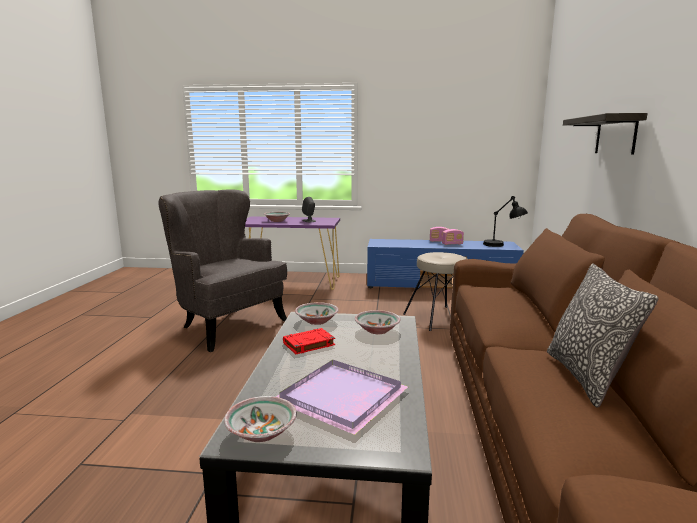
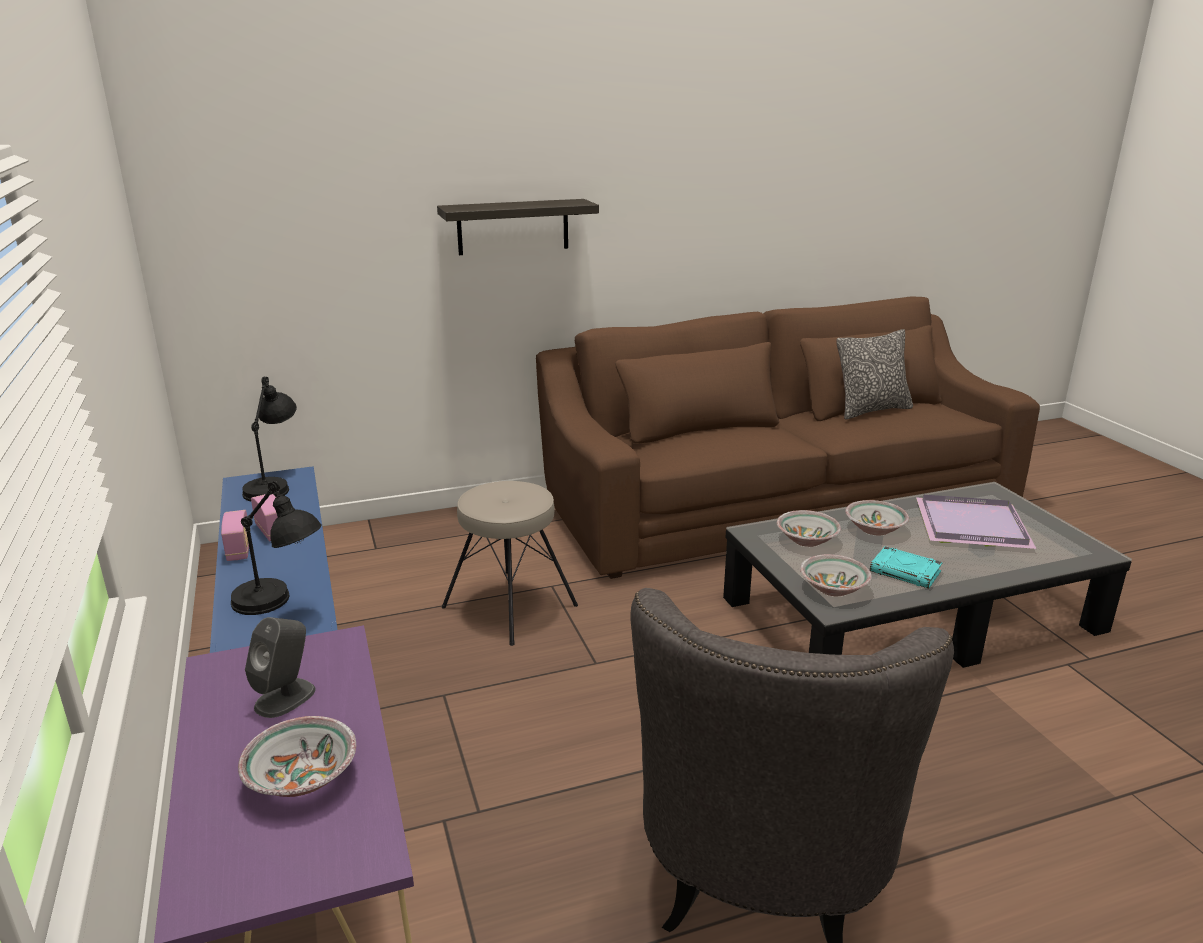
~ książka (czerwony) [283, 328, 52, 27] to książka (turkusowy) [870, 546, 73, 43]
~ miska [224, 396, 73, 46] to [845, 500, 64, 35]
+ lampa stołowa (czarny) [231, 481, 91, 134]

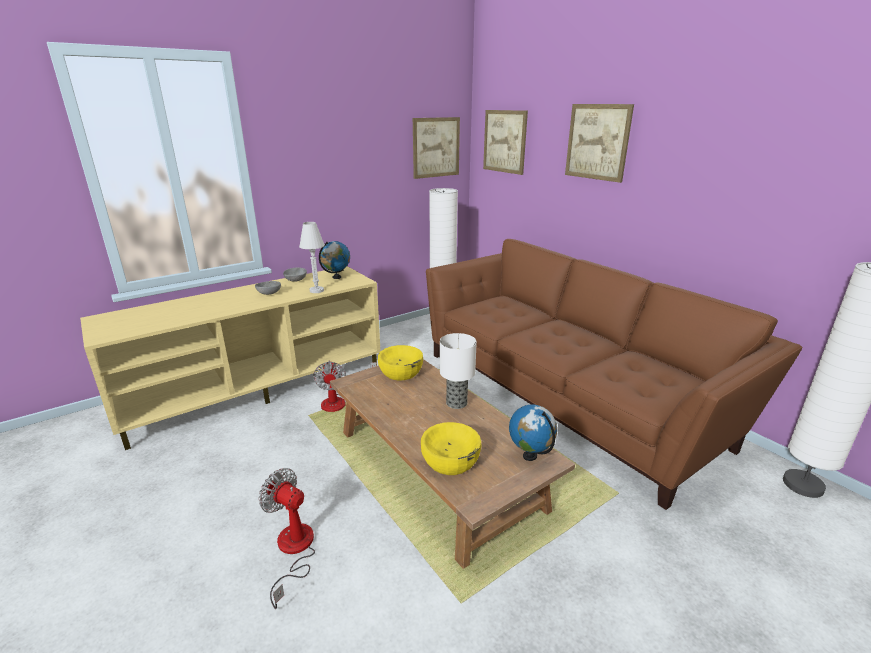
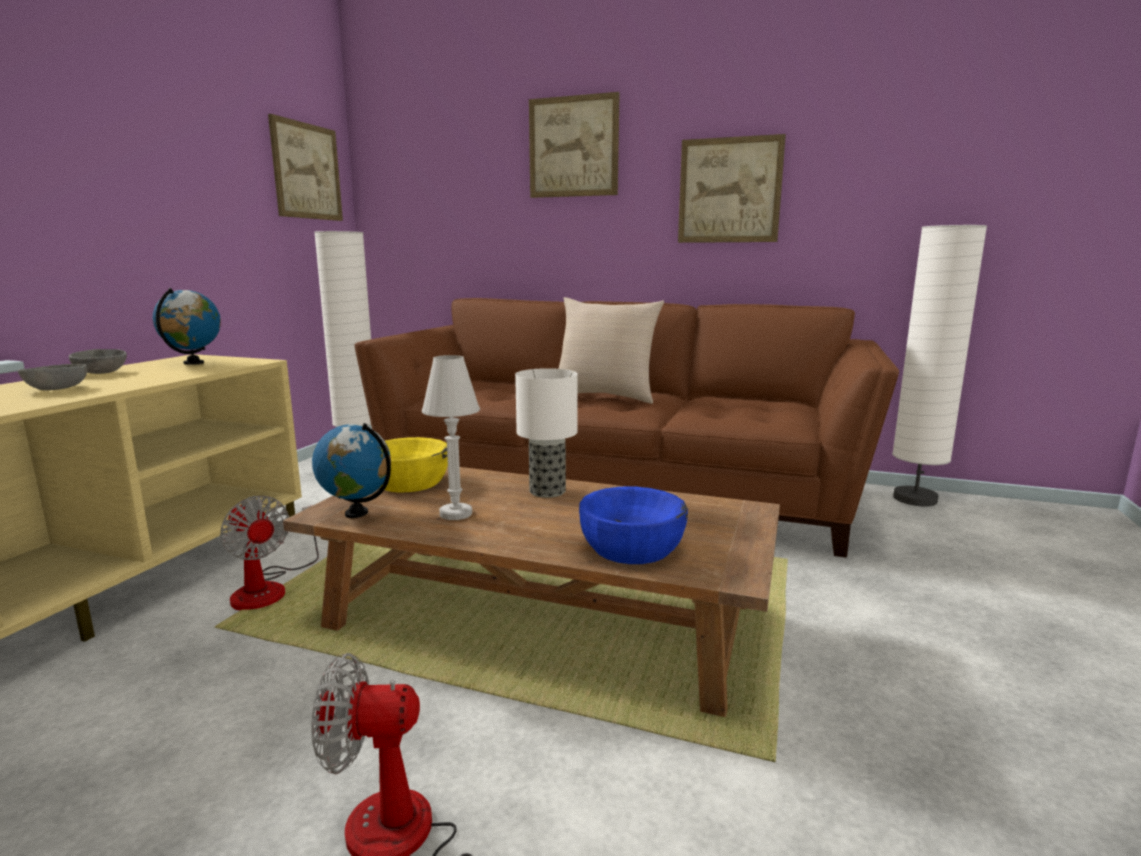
~ obraz [483, 110, 45, 65] to [678, 134, 108, 109]
~ lampa stołowa (biały) [299, 222, 26, 71] to [422, 355, 58, 165]
~ globus [509, 404, 48, 57] to [312, 423, 79, 95]
~ miska (żółty) [421, 422, 60, 53] to miska (niebieski) [579, 487, 109, 77]
+ poduszka (beżowy) [559, 297, 105, 107]

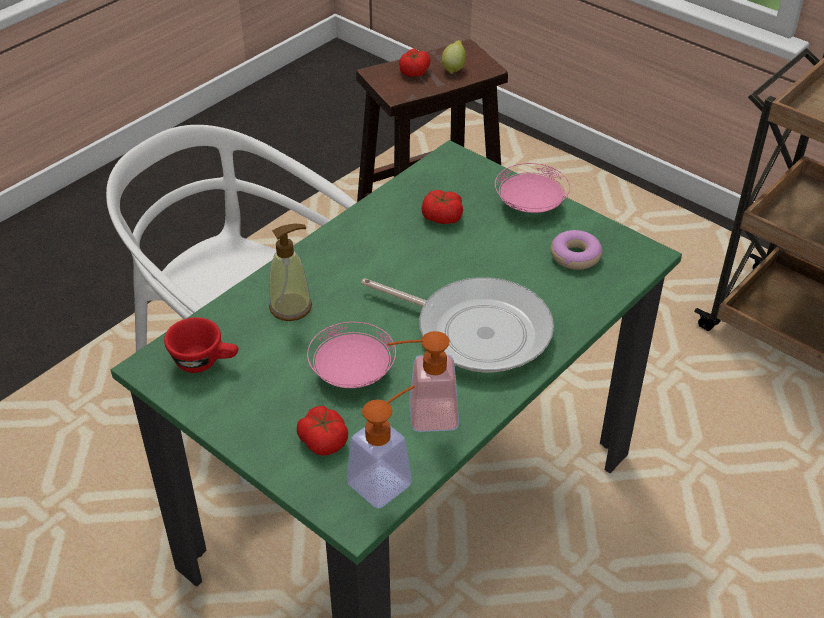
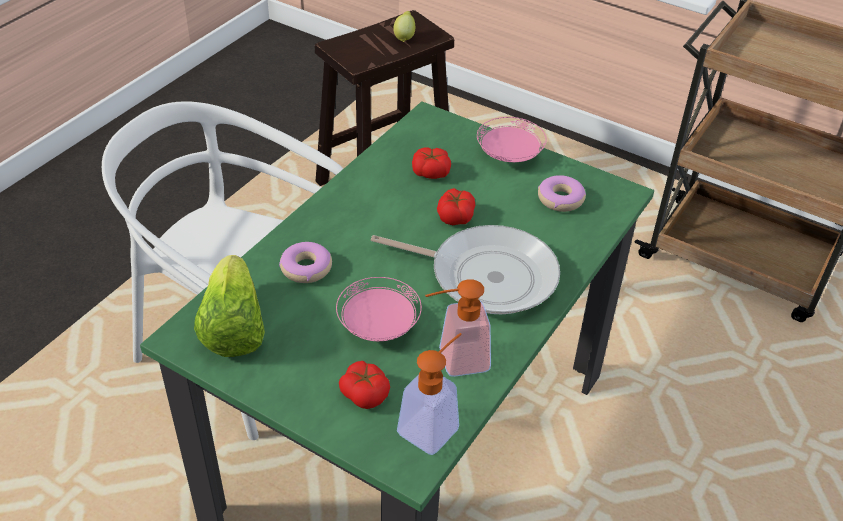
~ pomidor [399, 48, 32, 29] to [437, 188, 38, 37]
~ dozownik mydła [269, 223, 43, 98] to donut [279, 242, 53, 41]
~ filiżanka (czerwony) [164, 317, 74, 56] to sałata [194, 255, 71, 102]

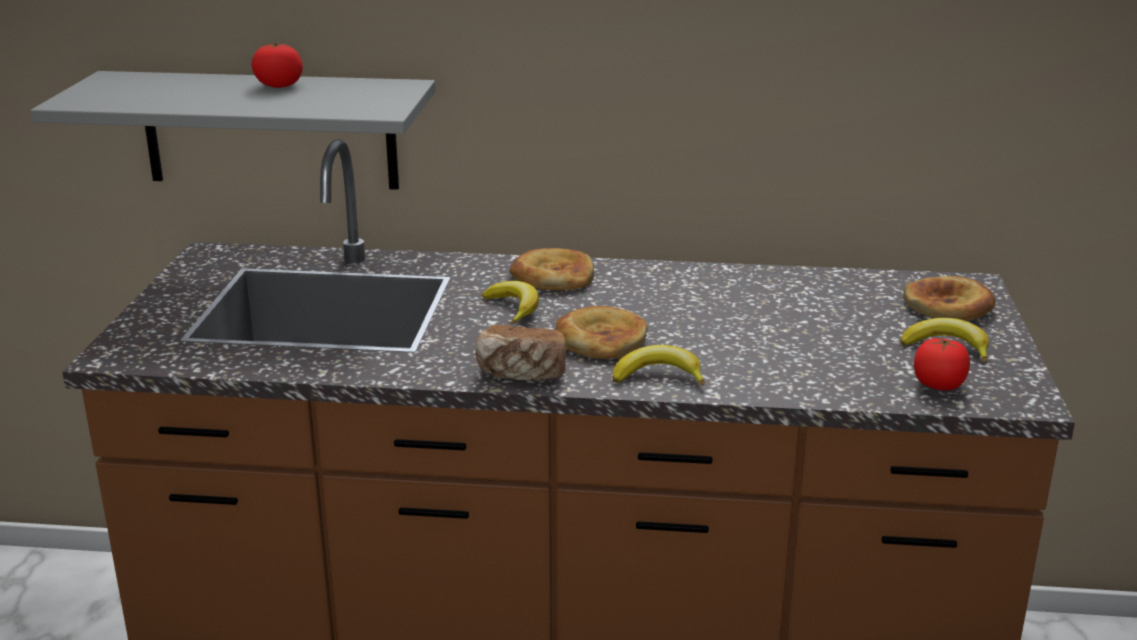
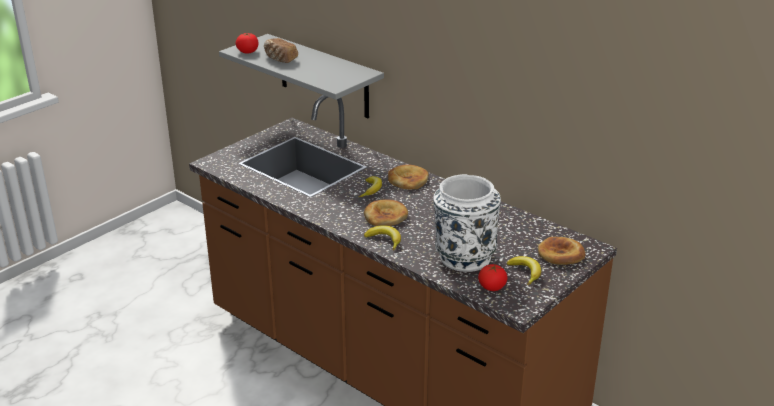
~ pomidor [252, 43, 51, 45] to [236, 33, 23, 20]
~ chleb [475, 325, 91, 55] to [264, 38, 34, 25]
+ wazon (biały) [433, 174, 68, 98]

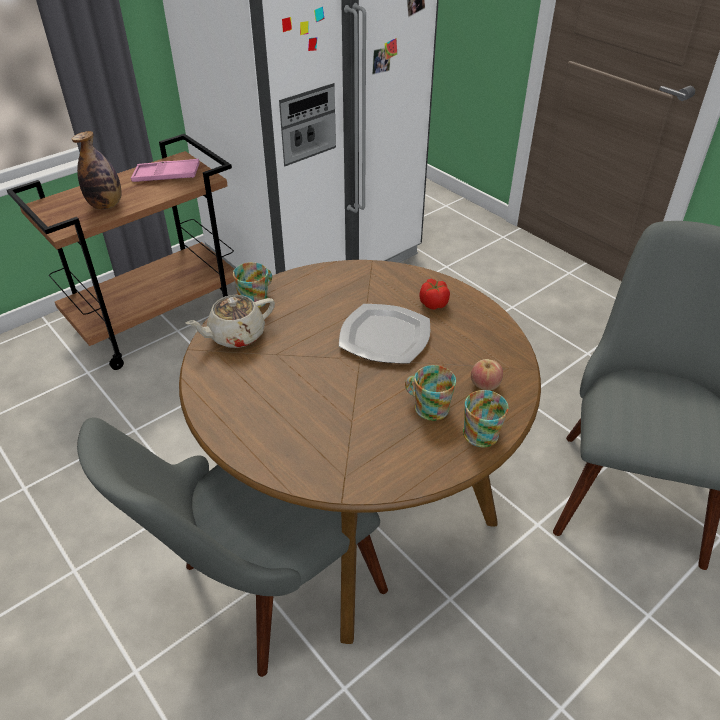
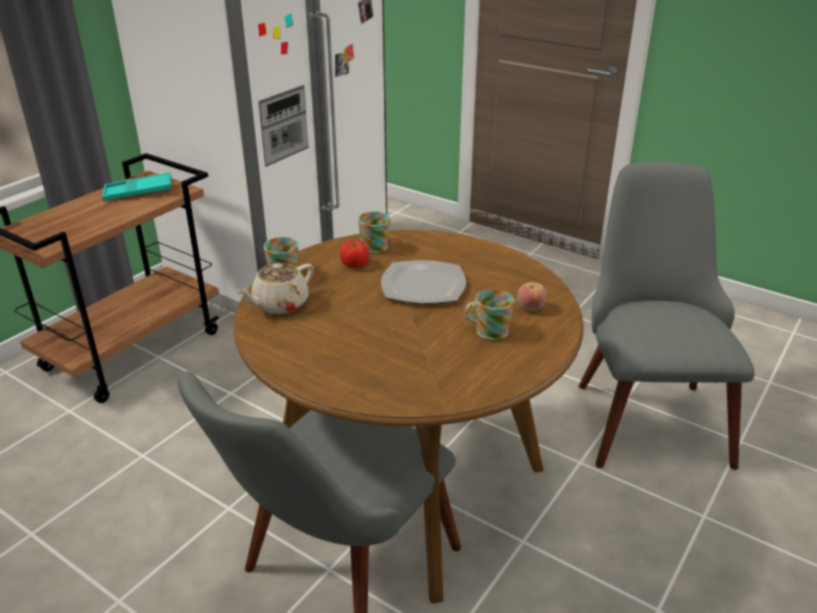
- butelka [72, 131, 50, 79]
~ taca (różowy) [131, 159, 69, 23] to taca (turkusowy) [102, 172, 69, 29]
~ pomidor [419, 279, 31, 31] to [340, 240, 29, 28]
~ kubek [463, 390, 46, 57] to [358, 212, 33, 42]

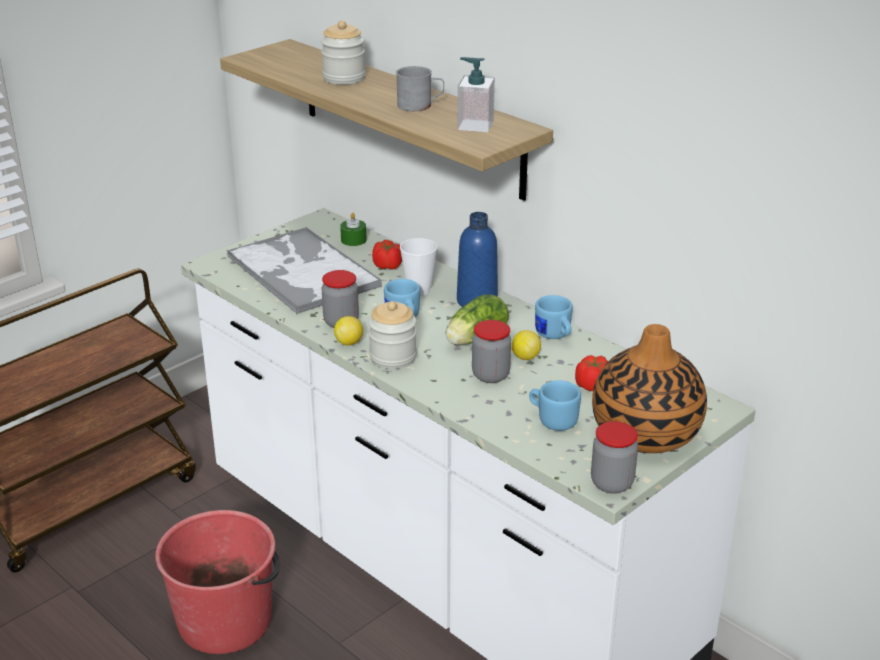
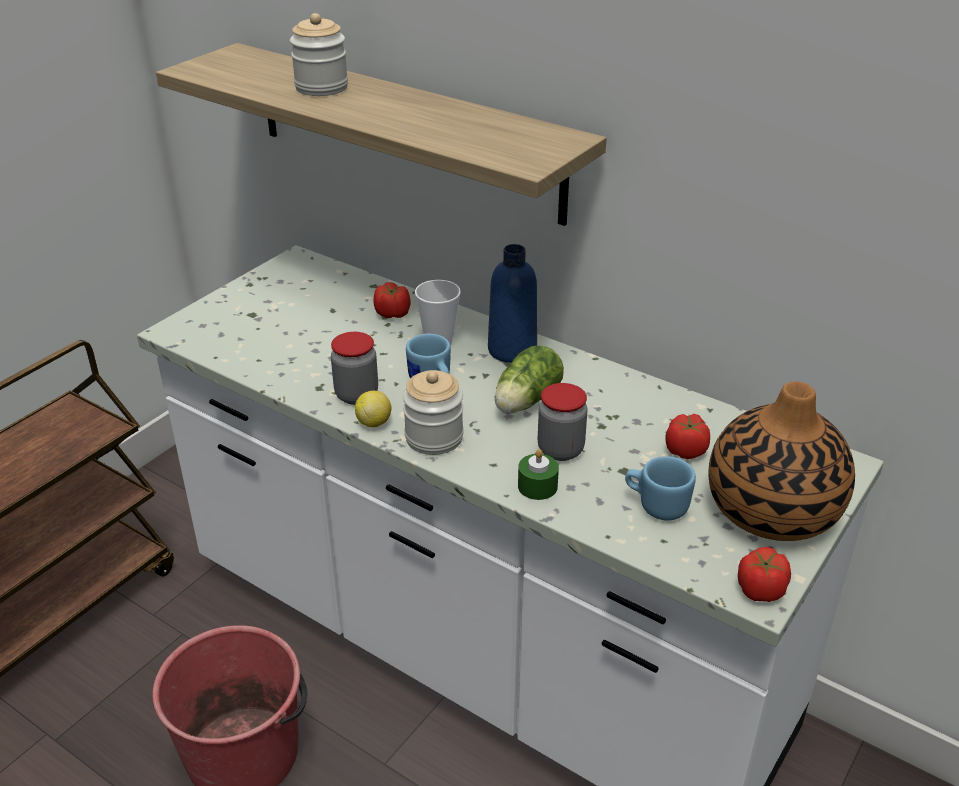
- dozownik mydła [458, 57, 37, 75]
- kubek (szary) [396, 66, 48, 45]
~ świeca (zielony) [340, 213, 27, 33] to [518, 449, 41, 51]
- taca [226, 227, 156, 87]
- kubek (niebieski) [535, 295, 38, 44]
- cytryna [511, 330, 30, 30]
~ słoik [591, 421, 47, 73] to pomidor [738, 547, 53, 55]

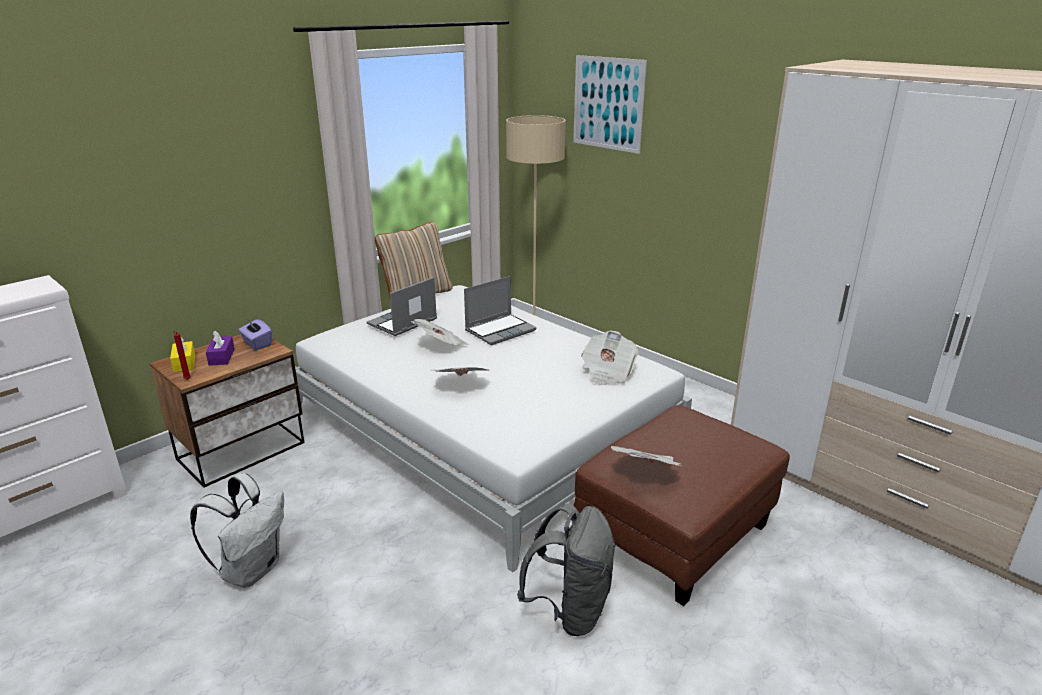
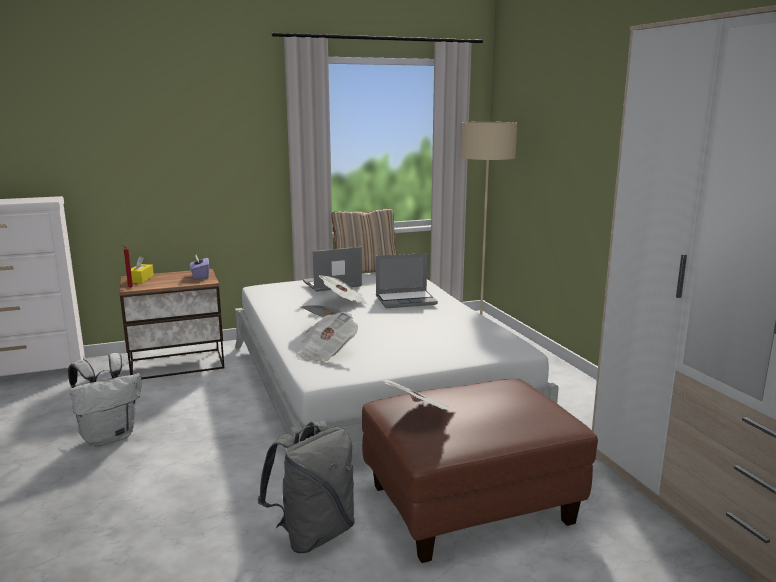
- obraz [573, 55, 74, 99]
- pudełko chusteczek (fioletowy) [206, 331, 29, 35]
~ gazeta [581, 331, 58, 55] to [296, 312, 62, 49]

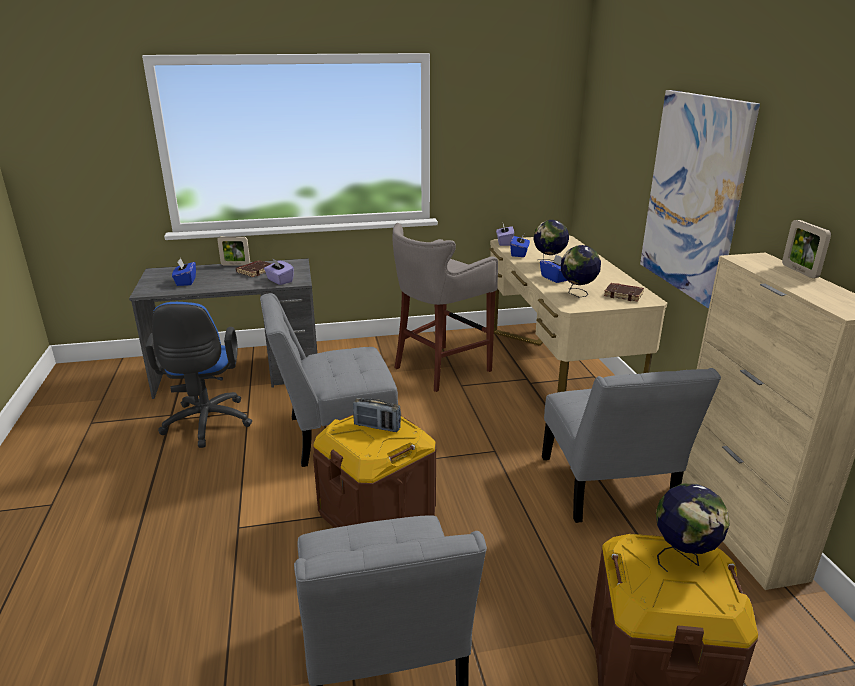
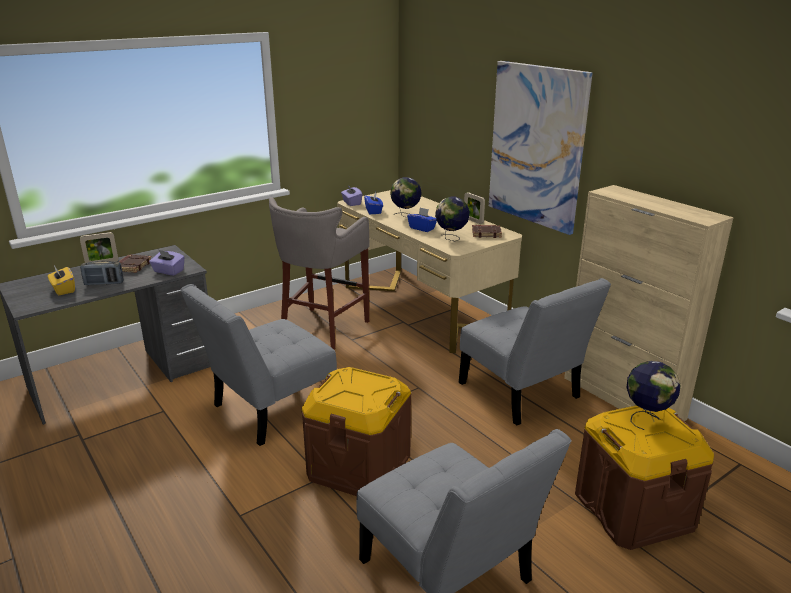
~ ramka na zdjęcie [782, 220, 49, 58] to [464, 192, 21, 32]
~ pudełko chusteczek (niebieski) [172, 258, 24, 28] to pudełko chusteczek (żółty) [48, 266, 27, 29]
- krzesło biurowe (niebieski) [145, 302, 107, 146]
~ radio [353, 398, 48, 34] to [80, 260, 44, 25]

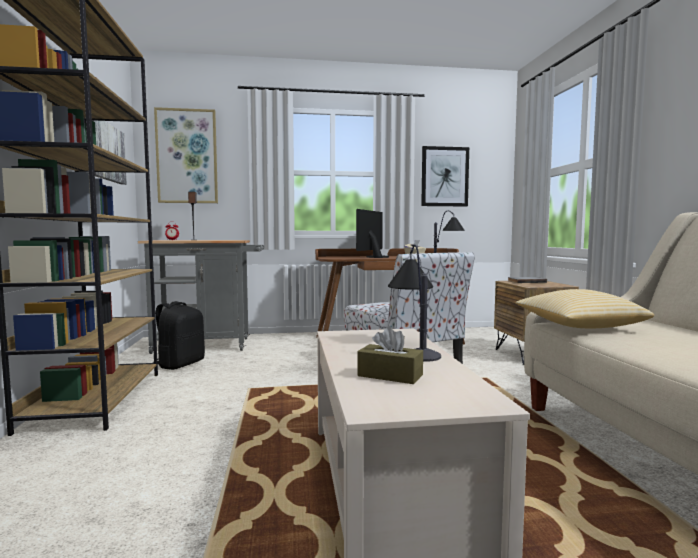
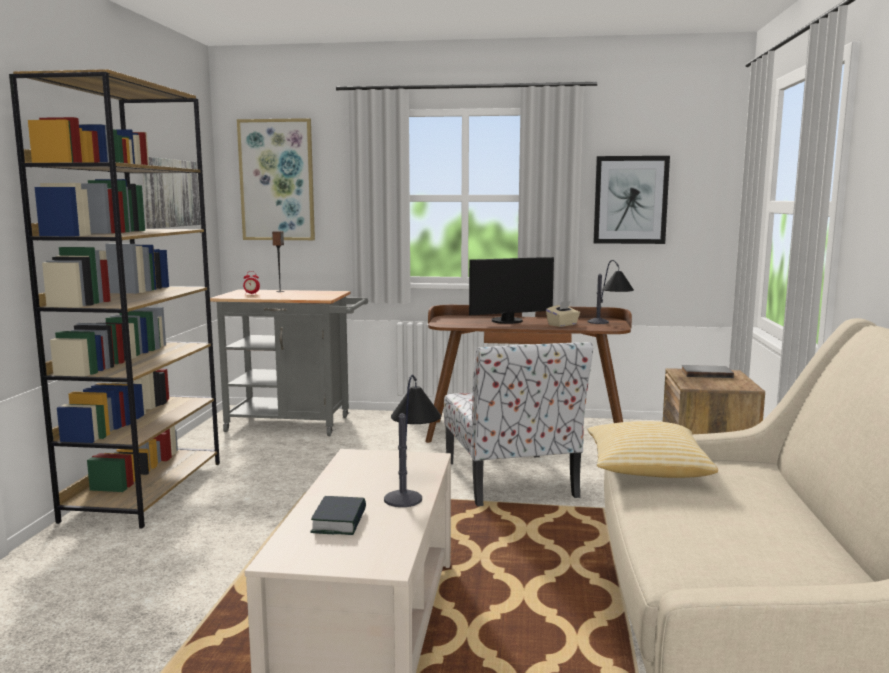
~ monitor [356, 209, 33, 49] = [469, 257, 85, 67] 150 degrees counterclockwise
- plecak (czarny) [156, 301, 49, 69]
~ pudełko chusteczek (brązowy) [357, 326, 66, 58] to książka [310, 496, 56, 39]

